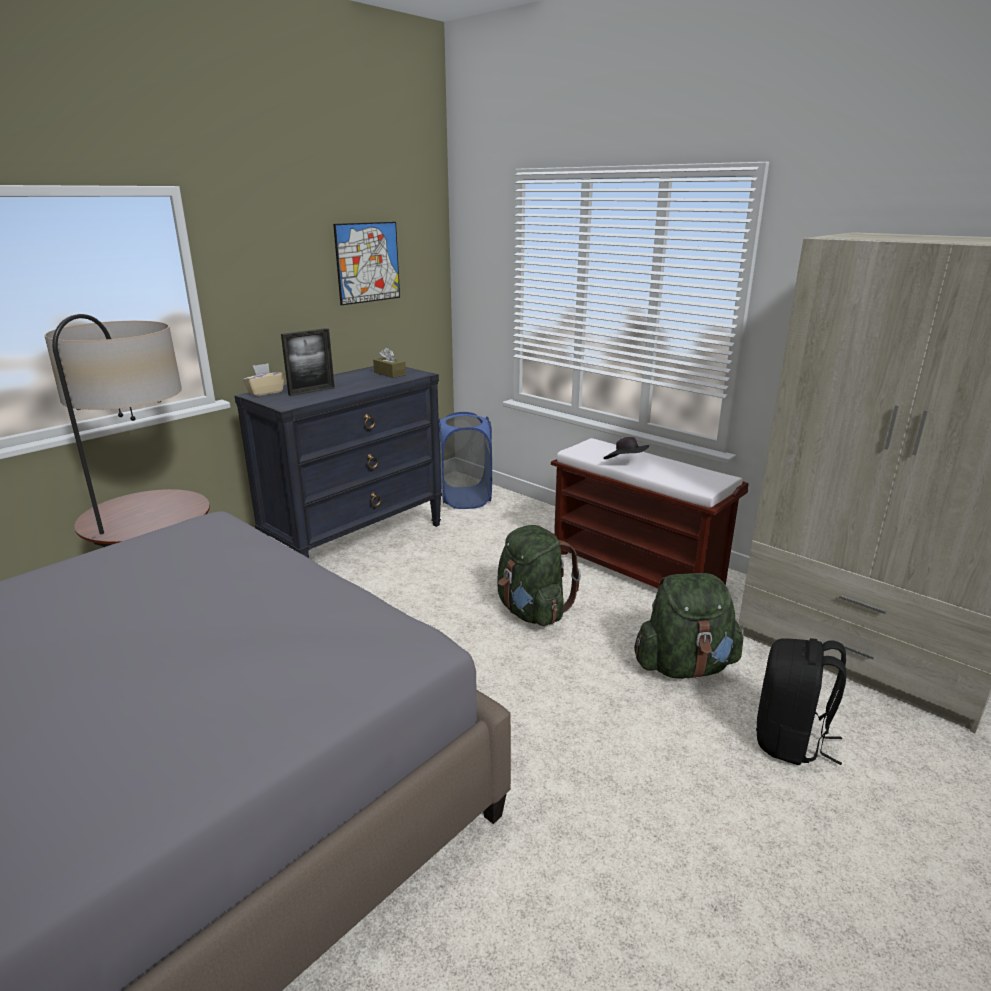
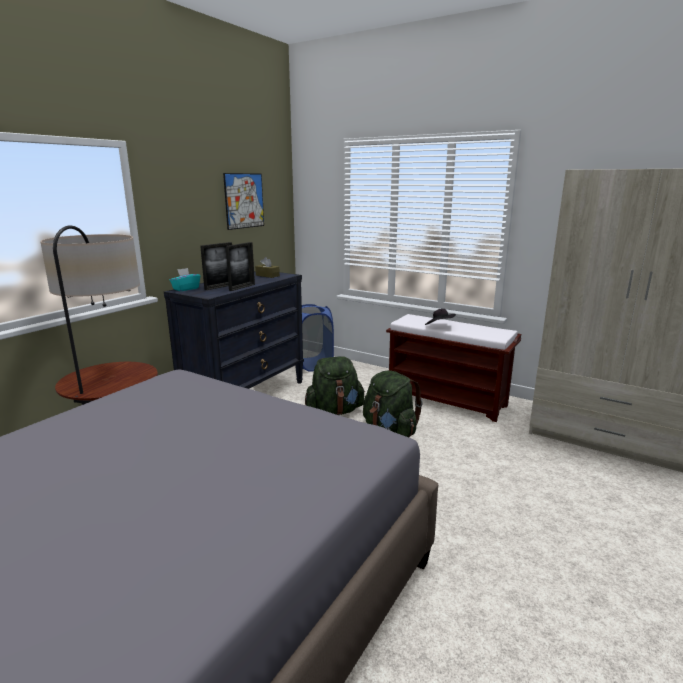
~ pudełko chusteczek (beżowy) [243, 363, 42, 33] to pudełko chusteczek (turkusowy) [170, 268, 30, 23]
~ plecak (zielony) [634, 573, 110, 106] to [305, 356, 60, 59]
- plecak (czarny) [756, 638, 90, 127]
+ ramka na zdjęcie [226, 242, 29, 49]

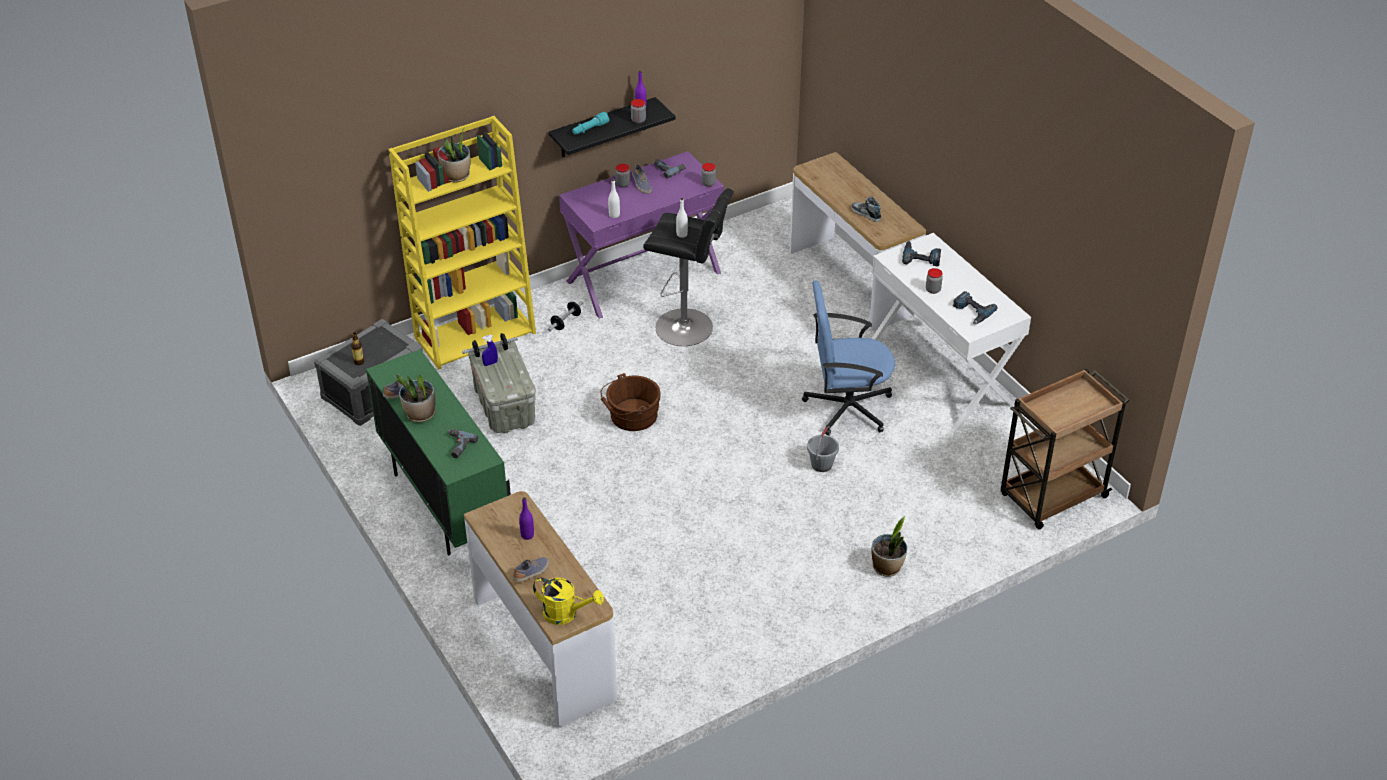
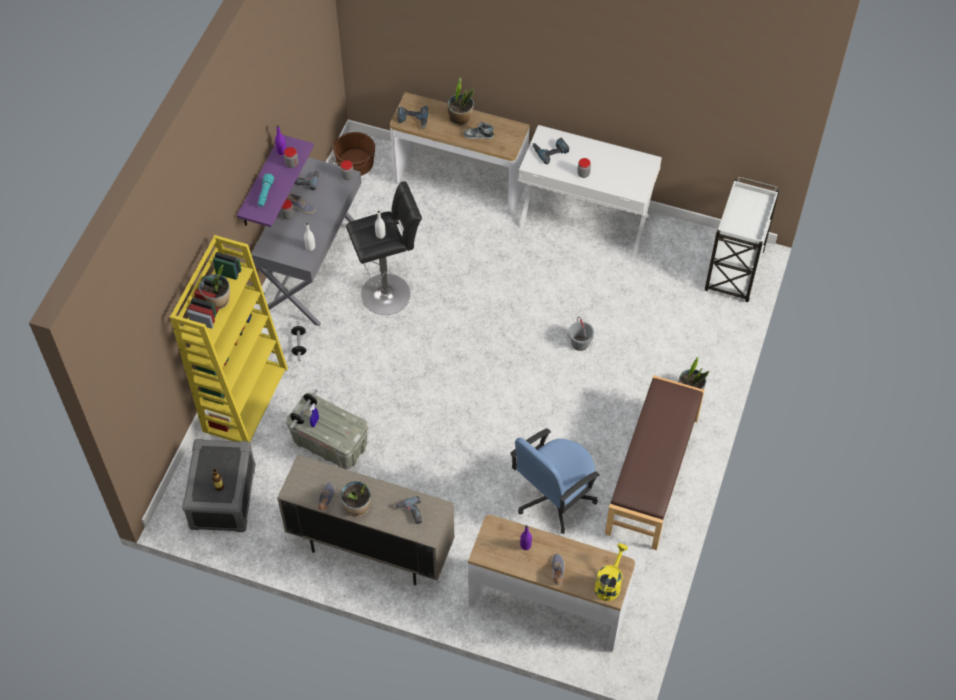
~ półka (czarny) [549, 97, 127, 60] to półka (fioletowy) [237, 135, 77, 92]
~ biurko (fioletowy) [559, 151, 165, 168] to biurko (szary) [251, 157, 111, 169]
~ krzesło biurowe (niebieski) [802, 281, 93, 154] to [510, 428, 90, 106]
~ wiertarka [953, 291, 44, 33] to [397, 106, 31, 23]
~ szafka (zielony) [366, 349, 145, 206] to szafka (beżowy) [277, 454, 178, 131]
~ wózek (brązowy) [1000, 369, 130, 161] to wózek (biały) [705, 177, 74, 125]
~ wiadro (brązowy) [601, 373, 60, 58] to [330, 132, 45, 44]
~ konewka (żółty) [533, 578, 71, 47] = [595, 543, 33, 58] 45 degrees counterclockwise
+ roślina doniczkowa [448, 78, 26, 48]
+ ławka (brązowy) [605, 375, 100, 175]

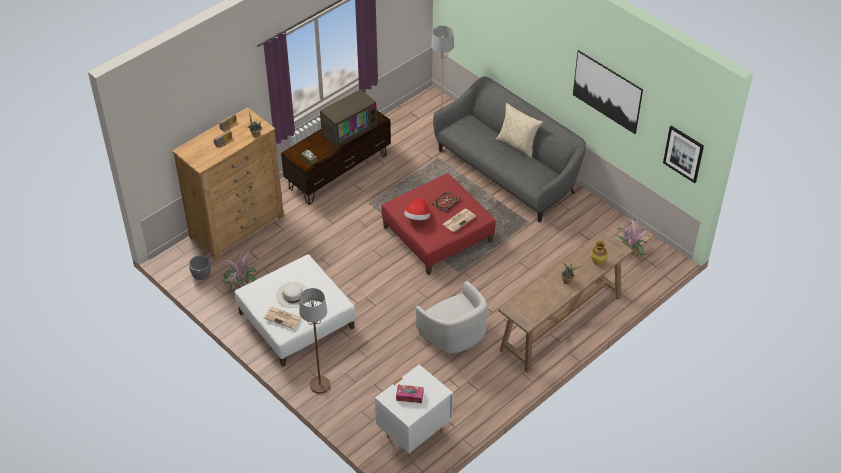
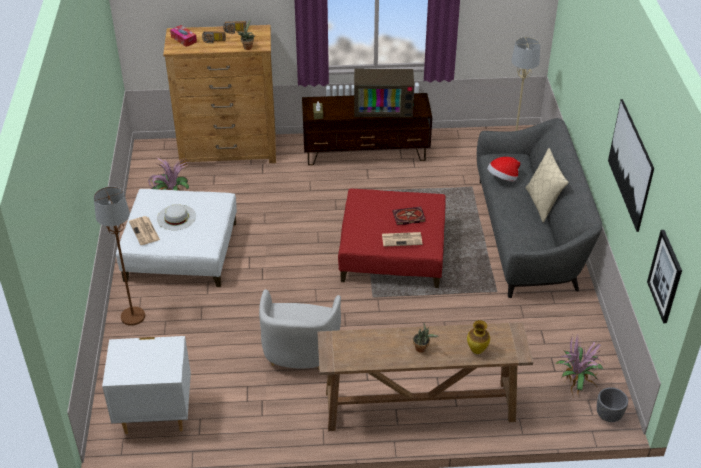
~ kapelusz [404, 198, 26, 22] to [487, 157, 33, 24]
~ donica (szary) [189, 255, 22, 25] to [597, 387, 31, 35]
~ pudełko chusteczek [396, 385, 27, 18] to [170, 25, 27, 22]

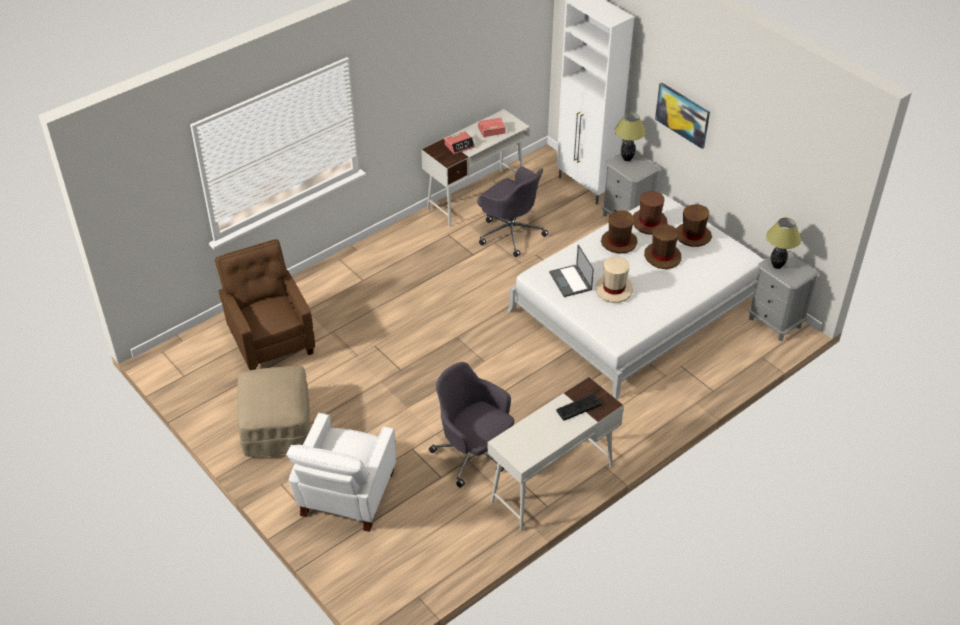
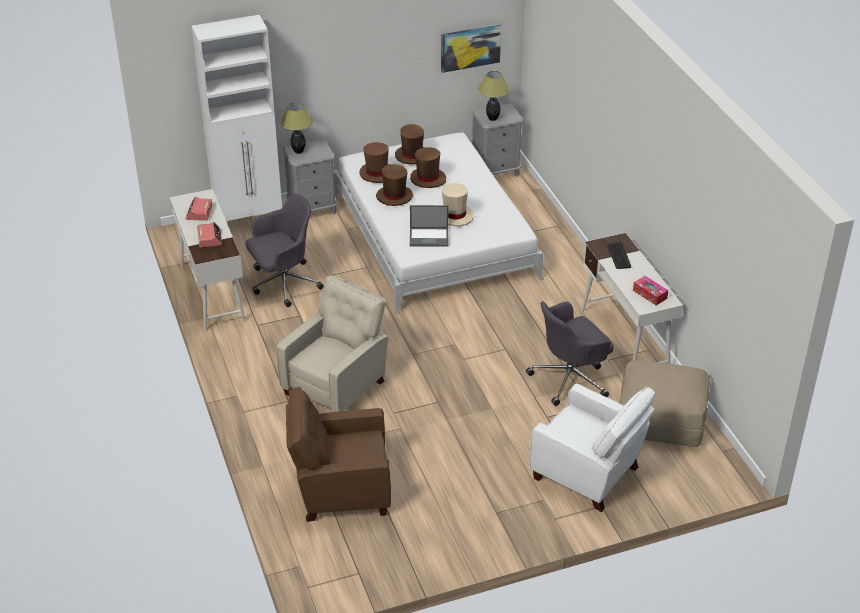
~ obraz [655, 83, 55, 66] to [441, 24, 60, 49]
~ pufa (beżowy) [237, 366, 73, 91] to [619, 360, 91, 87]
+ fotel (beżowy) [276, 275, 112, 137]
+ pudełko chusteczek [633, 276, 35, 29]

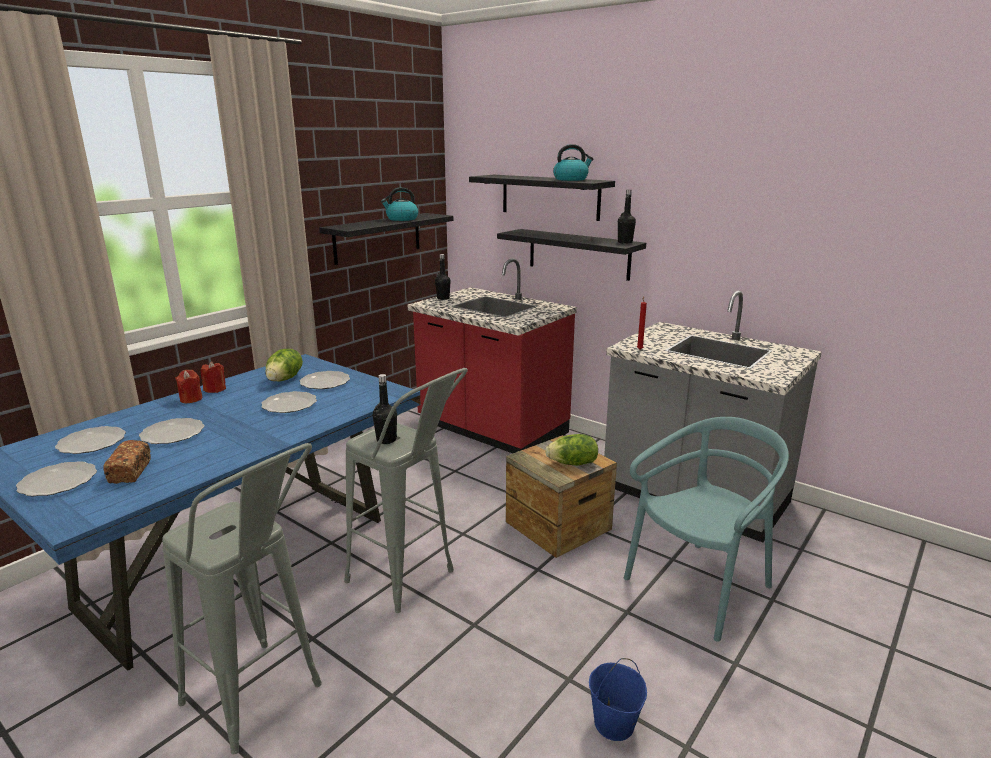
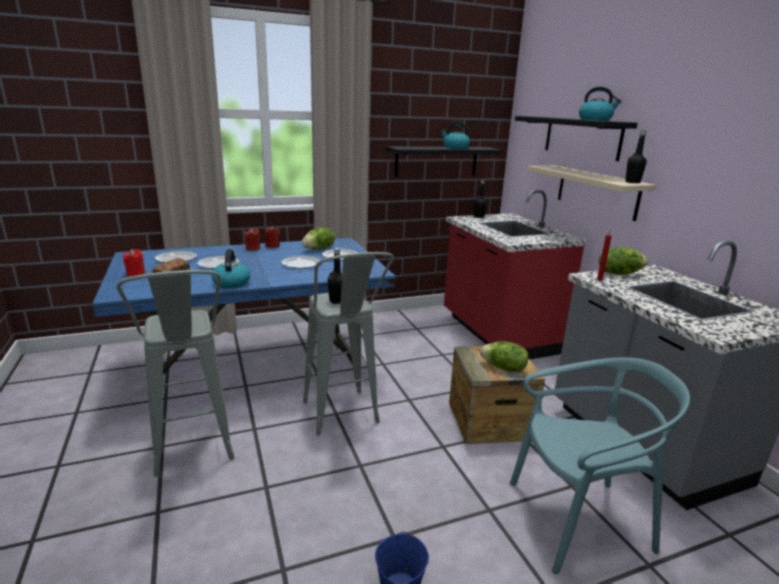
~ półka (czarny) [497, 229, 149, 52] to półka (beżowy) [527, 166, 129, 55]
~ talerz [16, 461, 81, 35] to świeca (czerwony) [123, 249, 22, 27]
+ sałata [599, 247, 49, 28]
+ czajnik [212, 249, 38, 39]

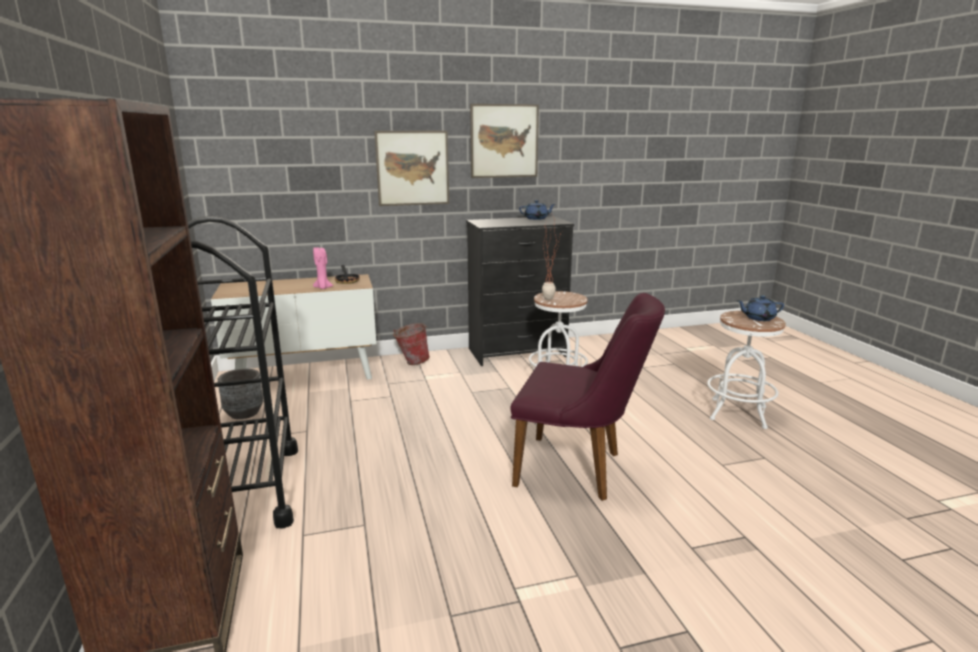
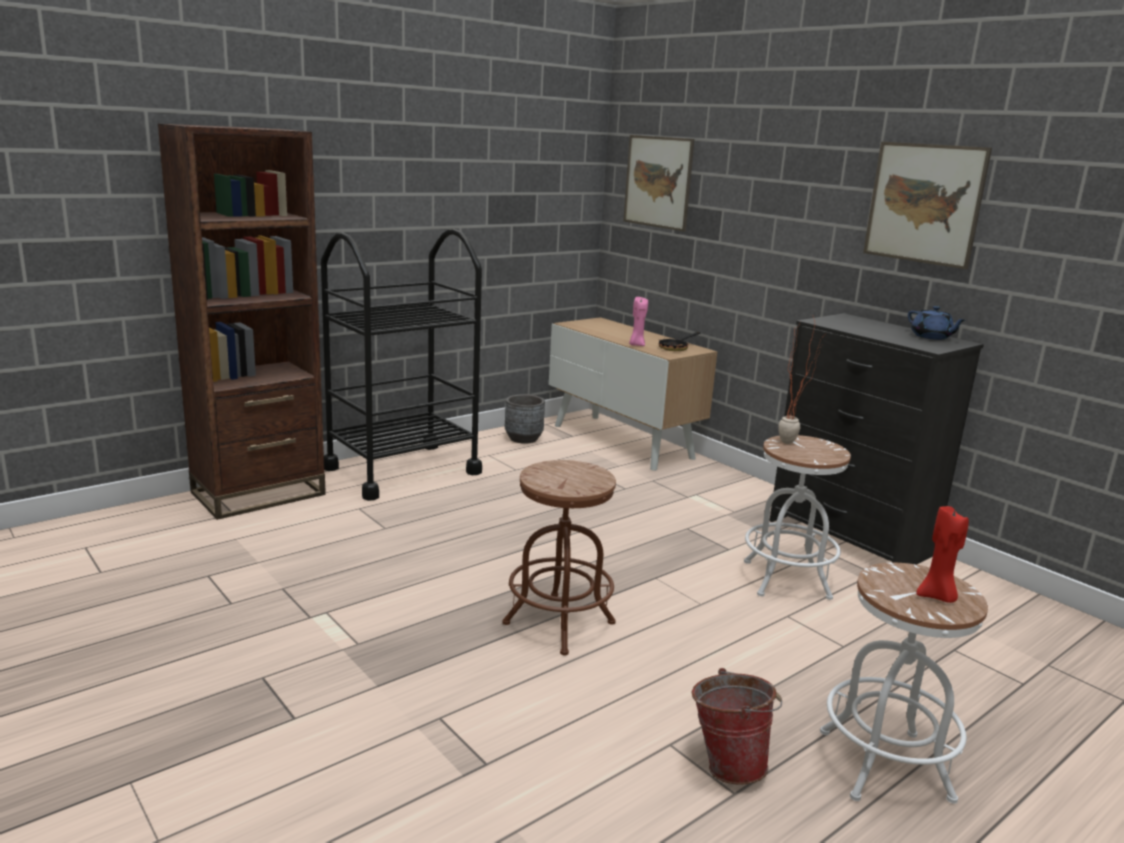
~ obraz [374, 131, 75, 75] to [623, 135, 71, 96]
~ krzesło (fioletowy) [511, 293, 154, 208] to stołek (brązowy) [502, 460, 114, 196]
~ imbryk (niebieski) [737, 295, 47, 26] to świeca (czerwony) [916, 506, 53, 97]
~ wiadro [393, 323, 37, 42] to [691, 668, 91, 117]

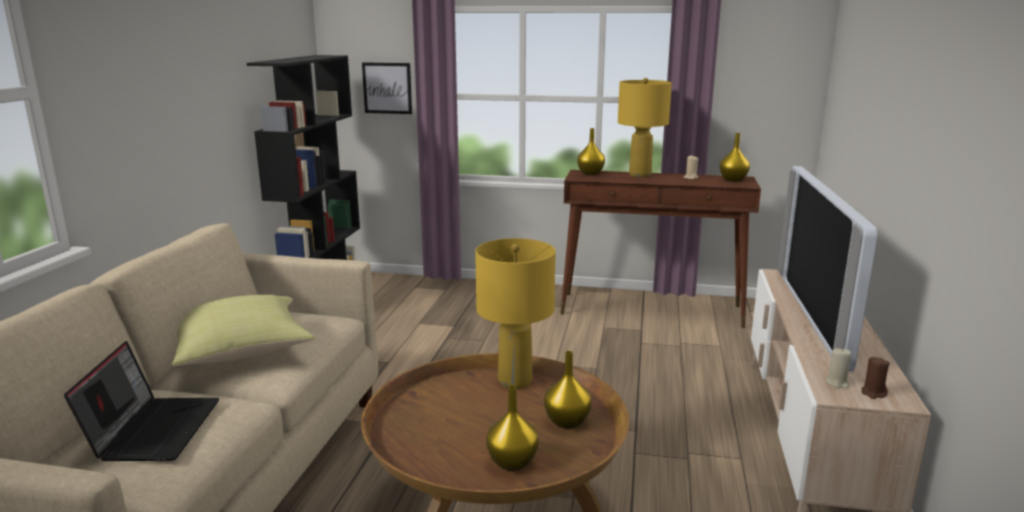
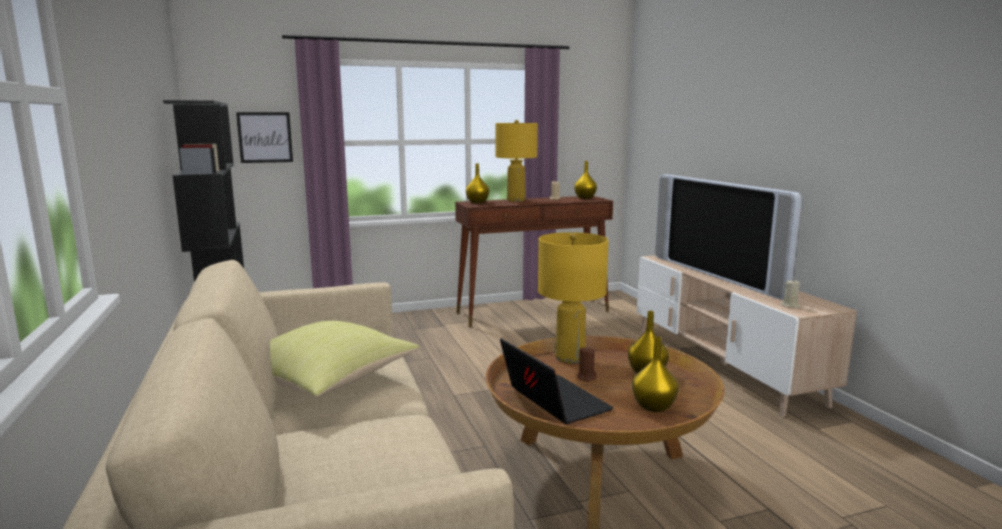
~ laptop [64, 341, 155, 120] to [500, 338, 114, 86]
~ świeca (brązowy) [862, 357, 28, 42] to [577, 346, 20, 36]

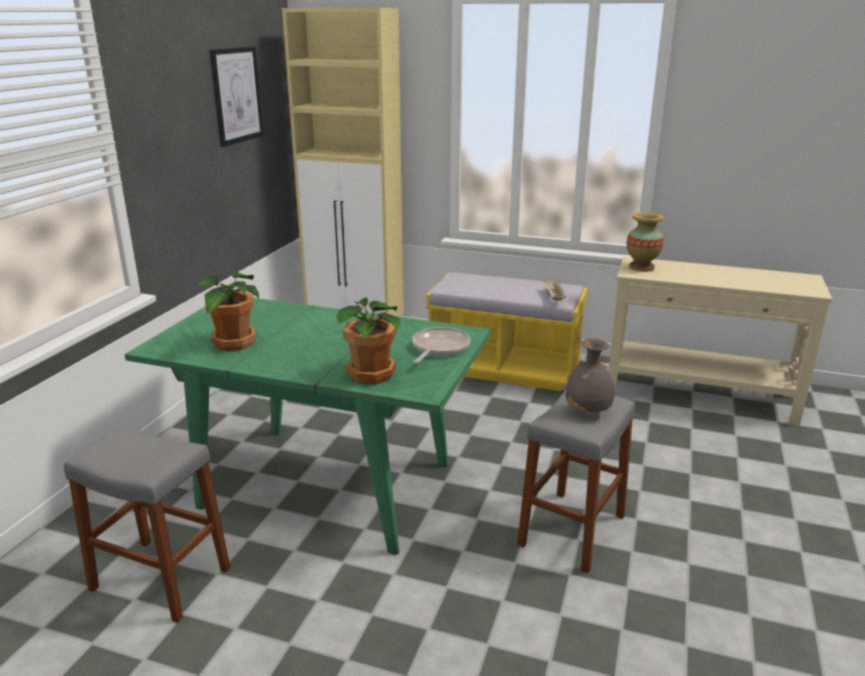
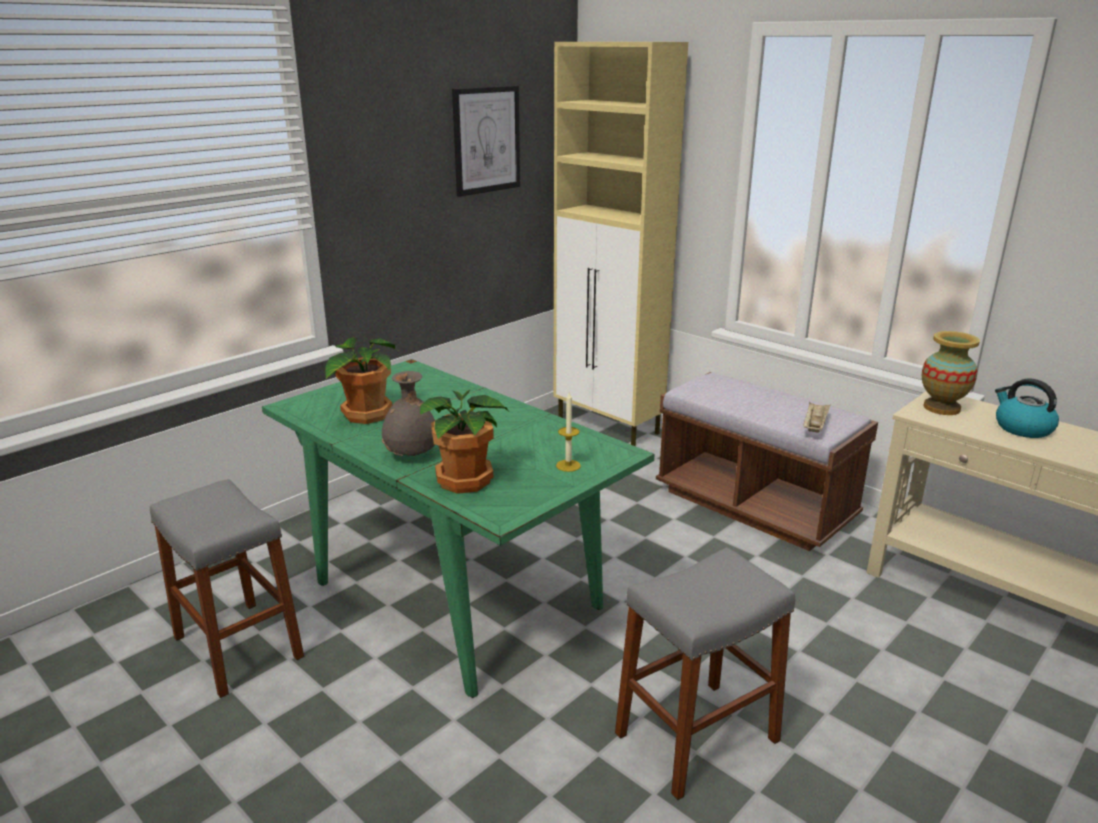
~ ławka (żółty) [426, 273, 162, 118] to ławka (brązowy) [656, 372, 222, 179]
~ patelnia [412, 327, 59, 37] to świeca [556, 393, 25, 79]
~ wazon (szary) [565, 338, 50, 76] to [382, 371, 53, 85]
+ czajnik [995, 378, 64, 60]

